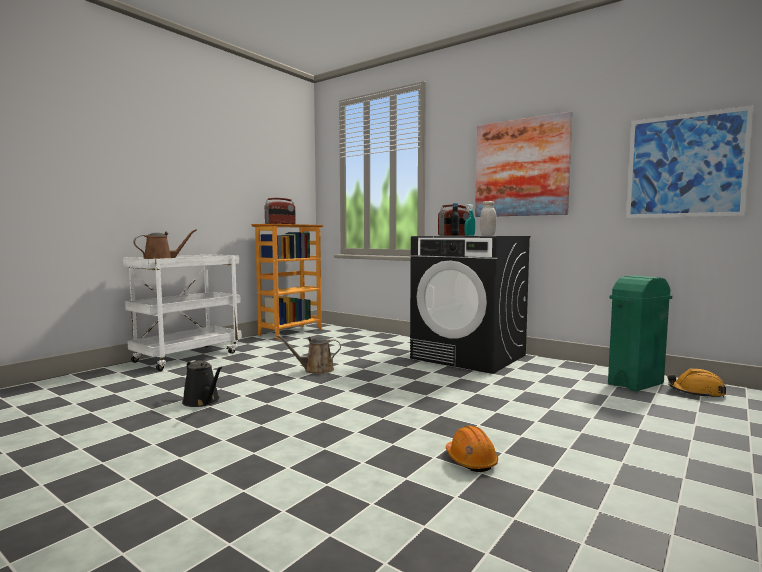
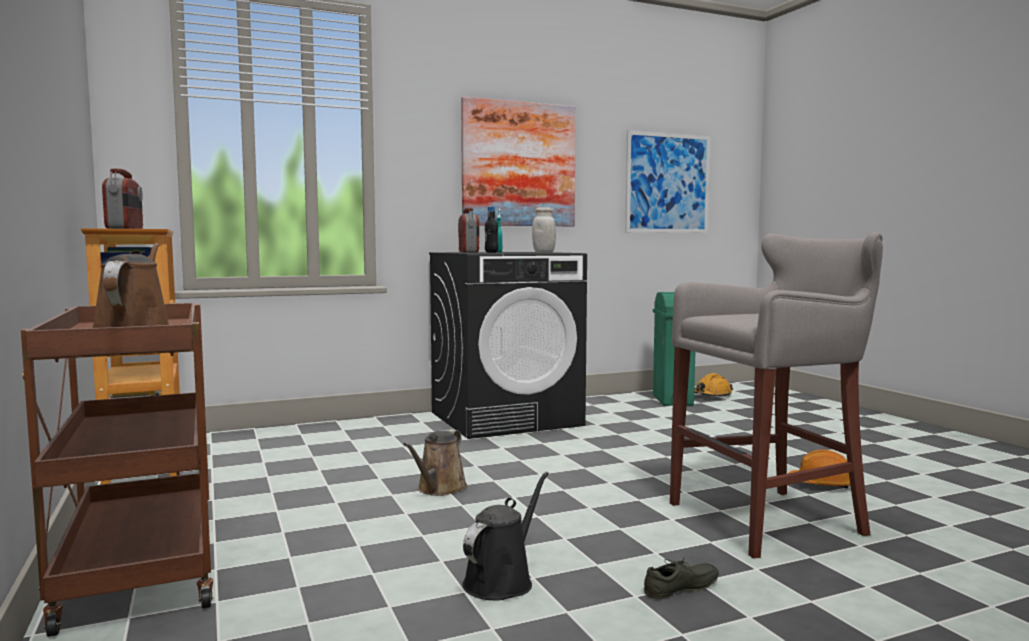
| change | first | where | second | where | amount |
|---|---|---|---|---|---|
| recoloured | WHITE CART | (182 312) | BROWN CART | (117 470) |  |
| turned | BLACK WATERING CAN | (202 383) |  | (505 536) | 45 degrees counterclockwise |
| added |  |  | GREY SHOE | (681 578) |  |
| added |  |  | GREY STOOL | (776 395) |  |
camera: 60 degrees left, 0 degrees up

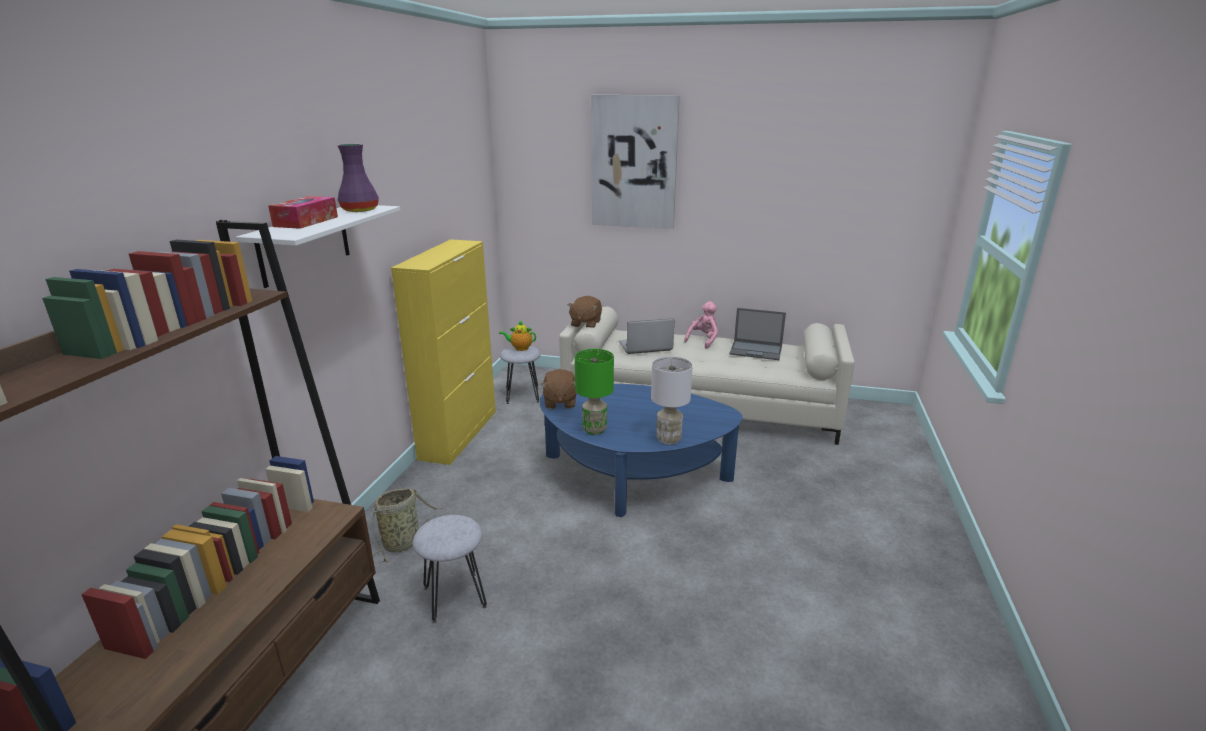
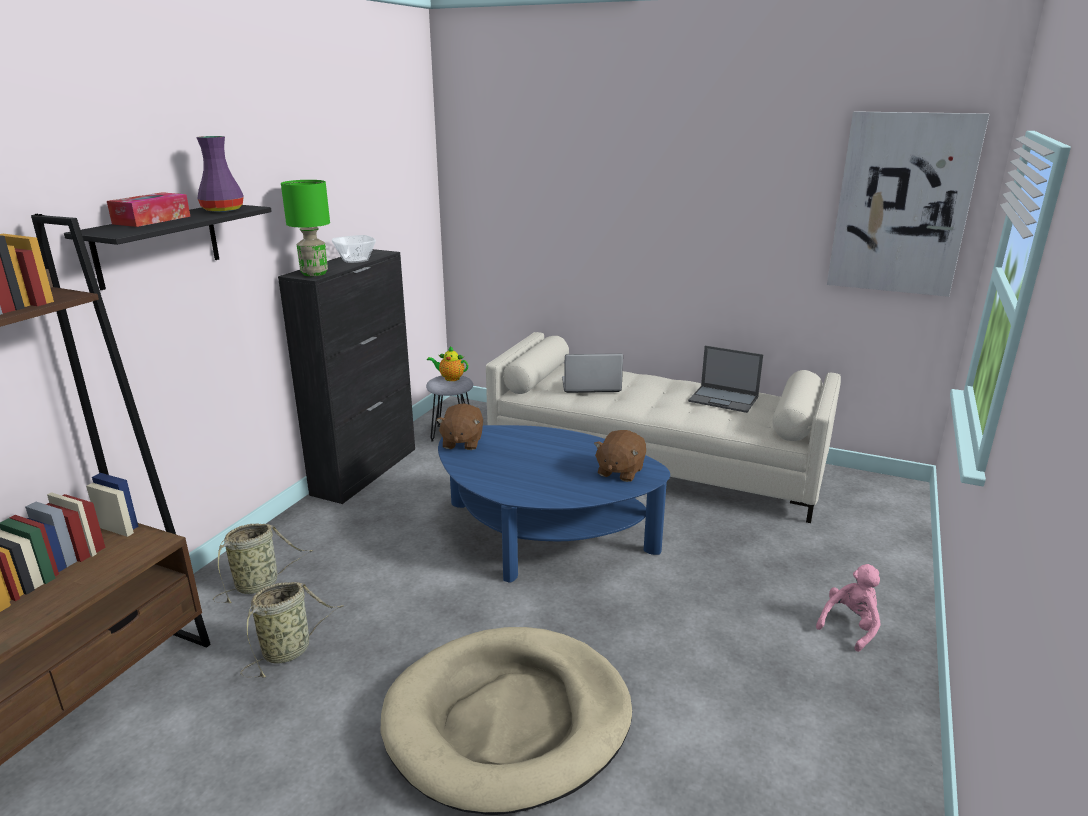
| change | first | where | second | where | amount |
|---|---|---|---|---|---|
| recoloured | WHITE SHELF | (318 246) | BLACK SHELF | (168 247) |  |
| replaced | GREY STOOL | (450 569) | BASKET | (291 630) |  |
| recoloured | YELLOW CABINET | (443 352) | BLACK CABINET | (346 376) |  |
| moved | GREEN TABLE LAMP | (594 392) |  | (305 228) |  |
| added |  |  | BOWL | (354 249) |  |
| added |  |  | BEIGE DOG BED | (506 721) |  |
| moved | BROWN PLUSH TOY | (584 312) |  | (620 456) |  |
| moved | PINK PLUSH TOY | (701 325) |  | (848 608) |  |
| moved | PICTURE | (635 162) |  | (908 204) |  |
| removed | WHITE TABLE LAMP | (672 400) |  |  |  |
camera: 10 degrees right, 0 degrees up

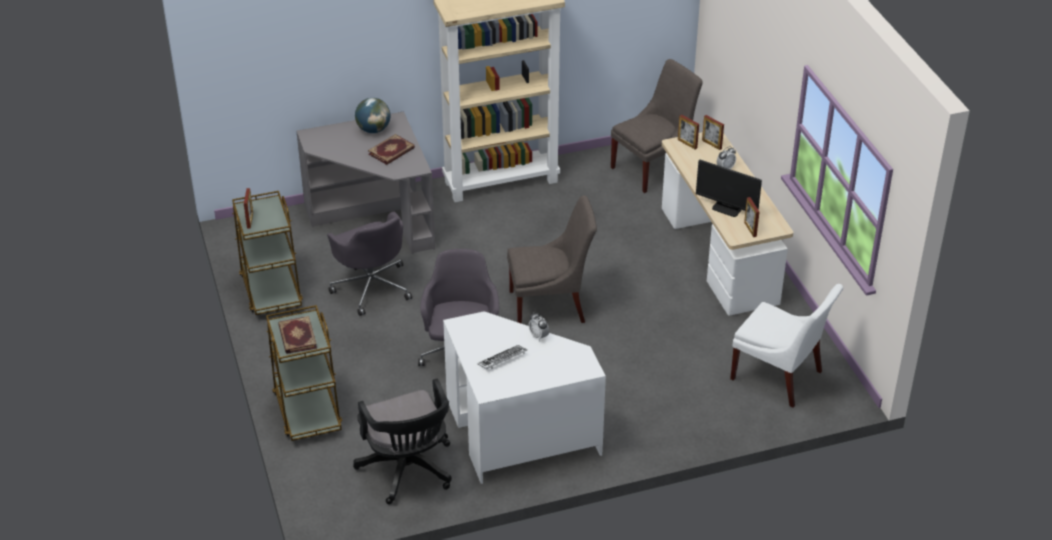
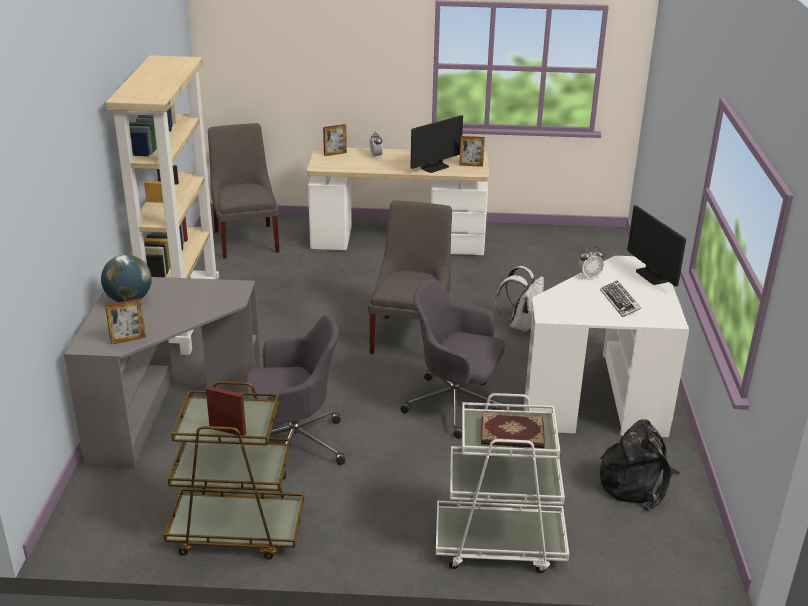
| change | first | where | second | where | amount |
|---|---|---|---|---|---|
| moved | PICTURE FRAME | (688 132) |  | (125 321) |  |
| recoloured | BROWN CART | (304 373) | WHITE CART | (502 483) |  |
| added |  |  | WHITE BACKPACK | (519 299) |  |
| replaced | BLACK OFFICE CHAIR | (402 441) | BLACK BACKPACK | (640 464) |  |
| added |  |  | MONITOR | (656 246) |  |
| removed | BOOK | (391 149) |  |  |  |
| removed | WHITE CHAIR | (786 346) |  |  |  |
camera: 70 degrees left, 10 degrees down

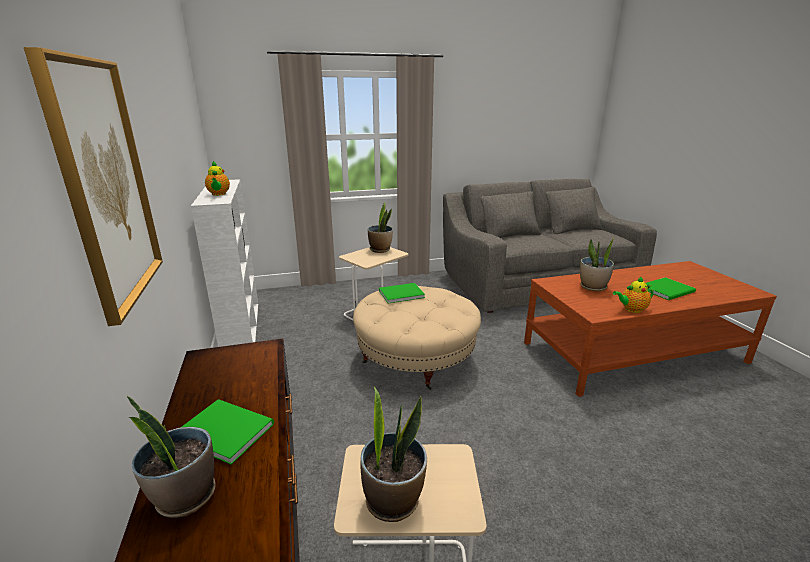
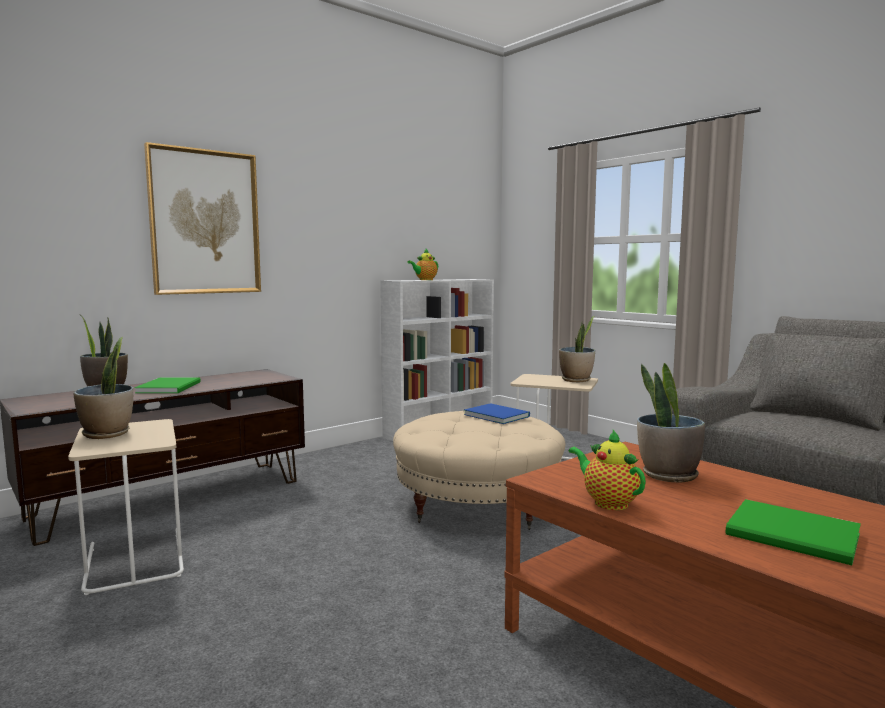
| change | first | where | second | where | amount |
|---|---|---|---|---|---|
| recoloured | GREEN BOOK | (402 293) | BLUE BOOK | (497 413) |  |
camera: 65 degrees right, 15 degrees down

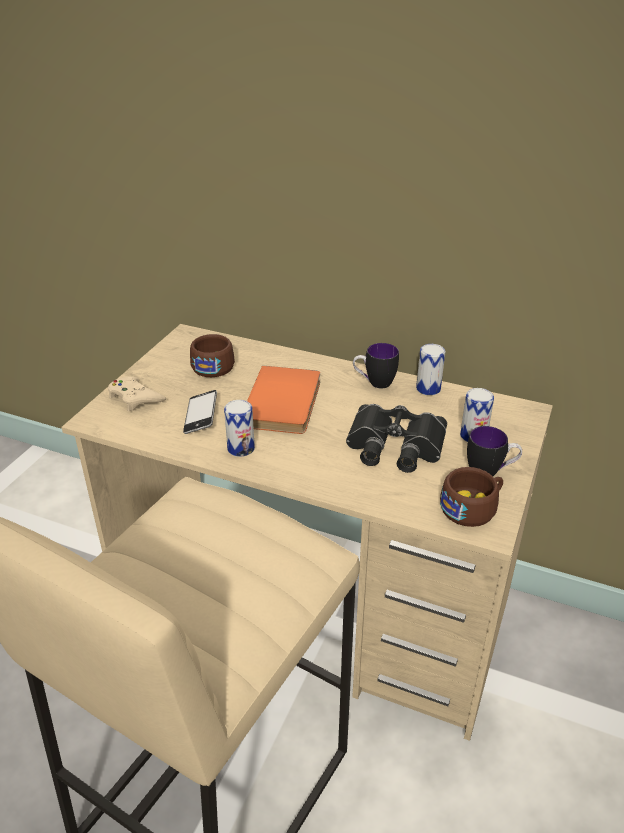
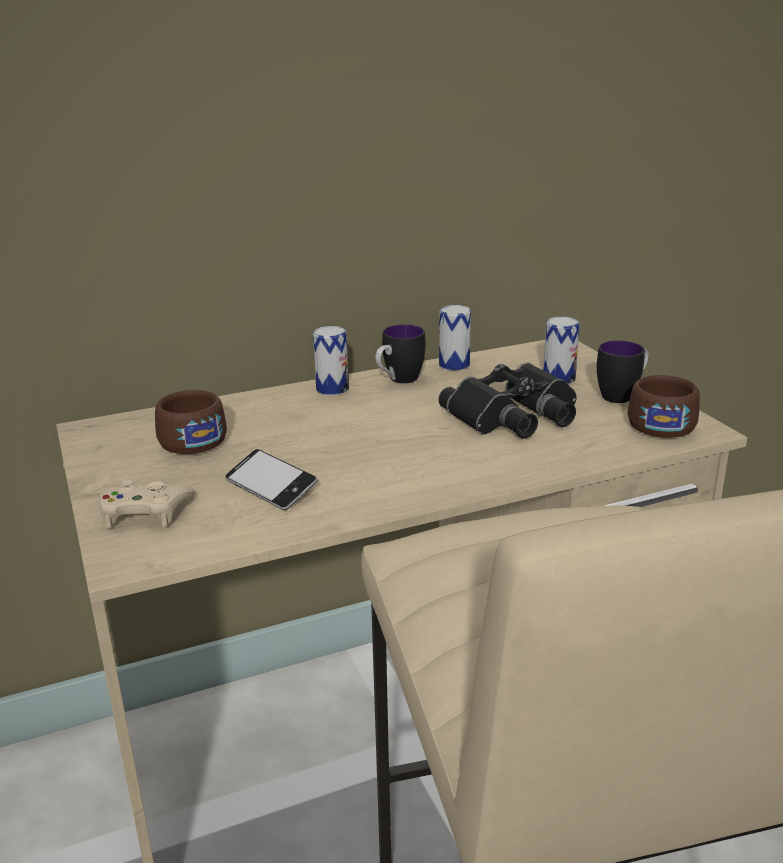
| change | first | where | second | where | amount |
|---|---|---|---|---|---|
| moved | CAN | (239 428) |  | (331 360) |  |
| removed | ORANGE BOOK | (283 400) |  |  |  |
camera: 45 degrees left, 10 degrees down

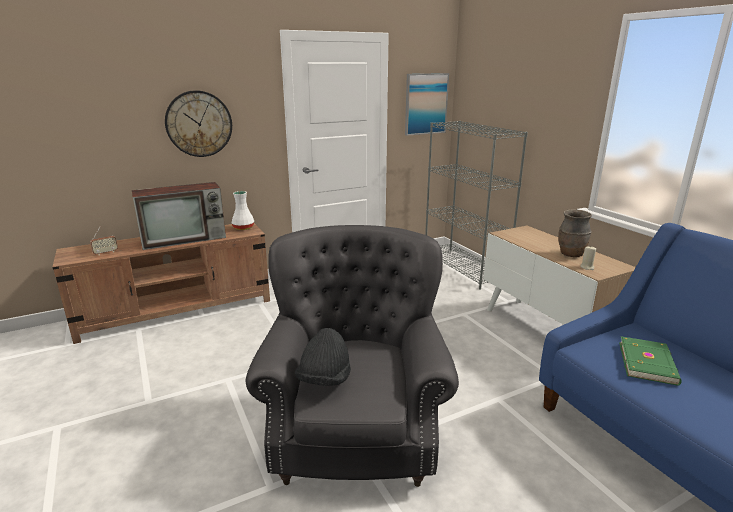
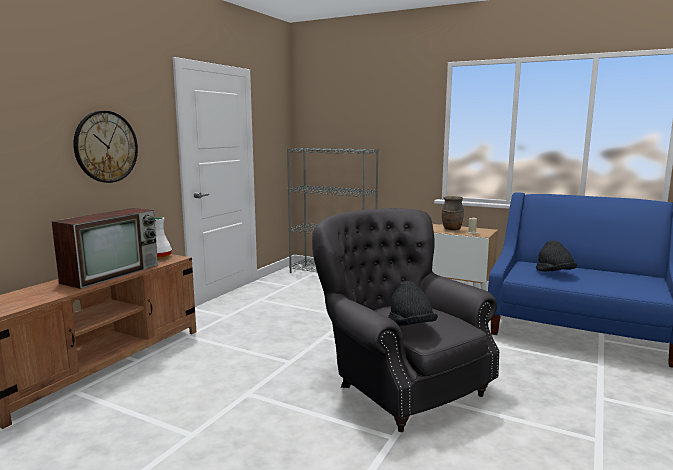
| change | first | where | second | where | amount |
|---|---|---|---|---|---|
| replaced | GREEN BOOK | (650 361) | BLACK HAT | (556 256) |  |
| removed | RADIO | (104 240) |  |  |  |
| removed | PICTURE | (427 104) |  |  |  |
camera: 35 degrees left, 10 degrees down

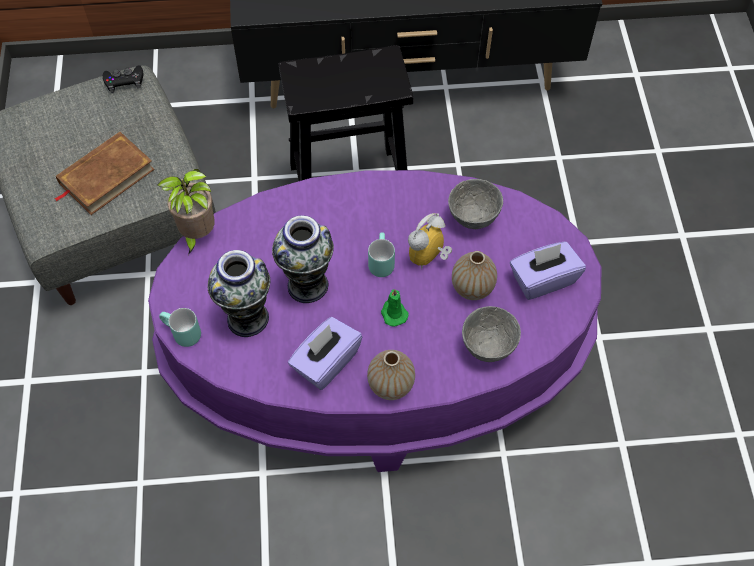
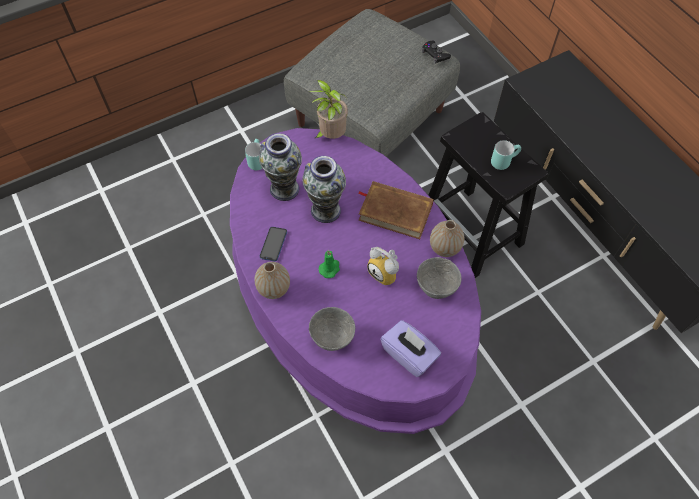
| change | first | where | second | where | amount |
|---|---|---|---|---|---|
| replaced | PURPLE TISSUE BOX | (325 353) | PHONE | (273 244) |  |
| moved | BROWN BOOK | (104 173) |  | (396 210) |  |
| turned | ALARM CLOCK | (430 241) |  | (383 266) | 150 degrees counterclockwise |
| moved | VASE | (474 275) |  | (447 238) |  |
| moved | TURQUOISE MUG | (381 254) |  | (506 155) |  |
camera: 65 degrees right, 0 degrees up

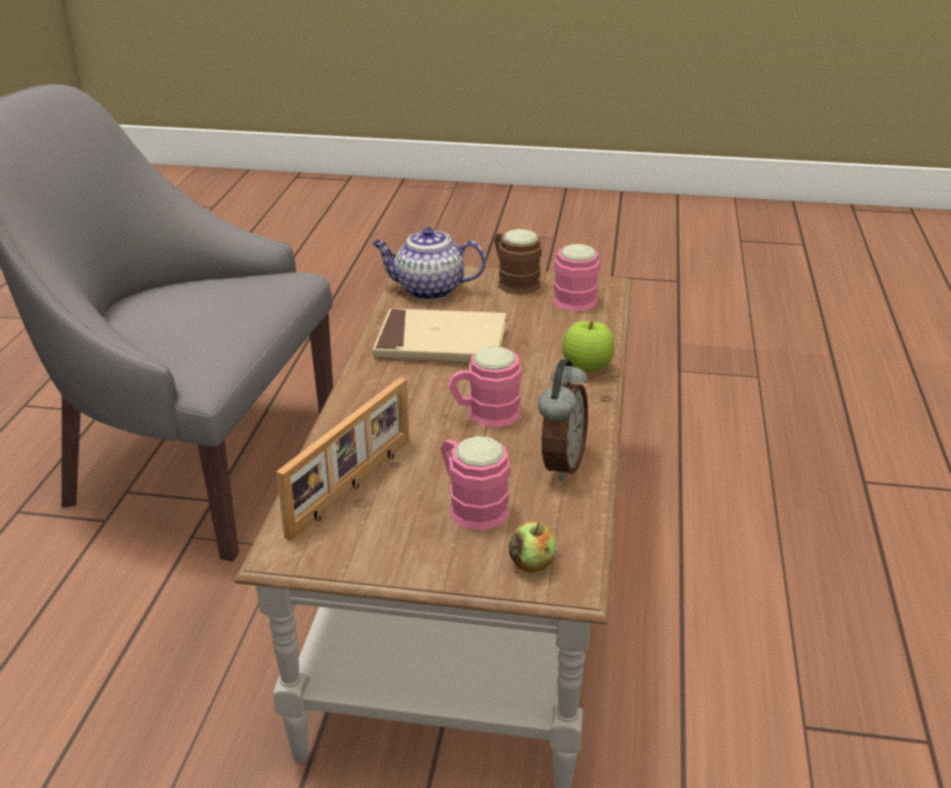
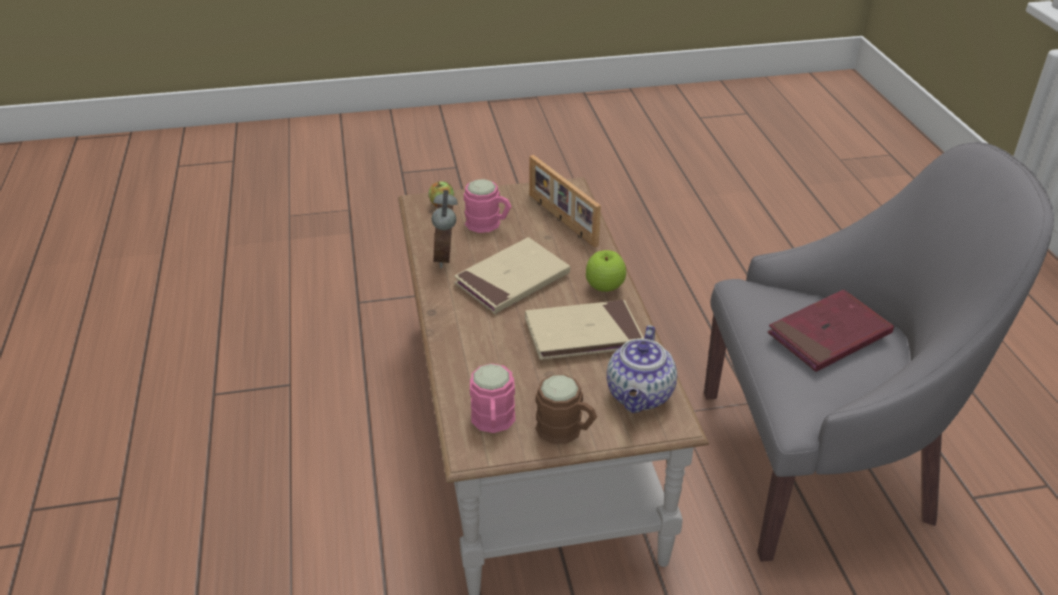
| change | first | where | second | where | amount |
|---|---|---|---|---|---|
| replaced | PINK MUG | (484 387) | BEIGE BOOK | (512 275) |  |
| turned | PICTURE FRAME | (342 459) |  | (565 201) | 45 degrees counterclockwise |
| moved | APPLE | (588 347) |  | (606 271) |  |
| turned | TEAPOT | (429 263) |  | (642 369) | 120 degrees clockwise |
| added |  |  | RED BOOK | (831 330) |  |
camera: 160 degrees right, 5 degrees up

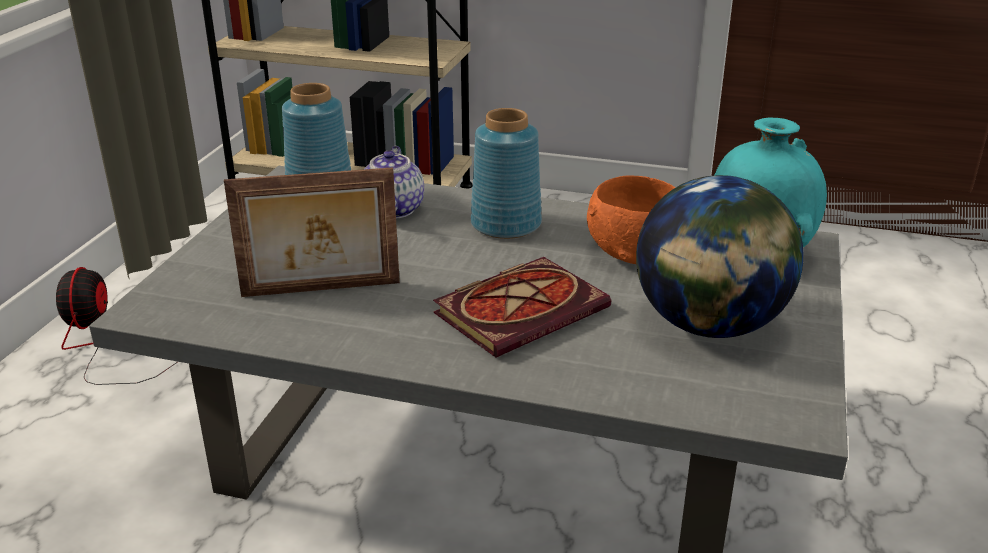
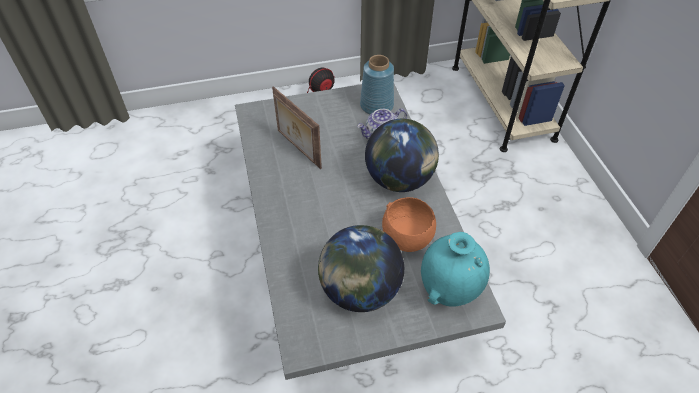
| change | first | where | second | where | amount |
|---|---|---|---|---|---|
| replaced | BLUE VASE | (506 173) | GLOBE | (402 155) |  |
| removed | BOOK | (522 307) |  |  |  |
camera: 60 degrees right, 20 degrees up

